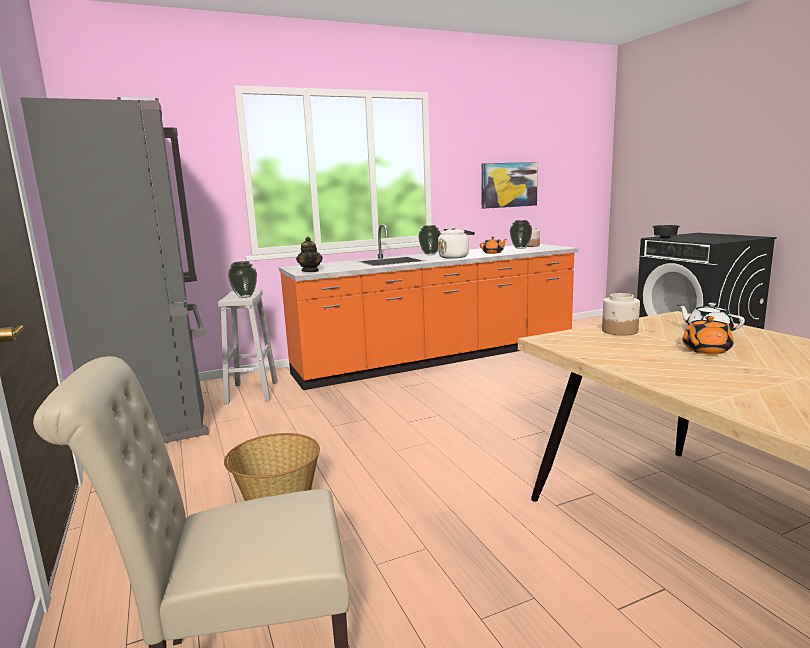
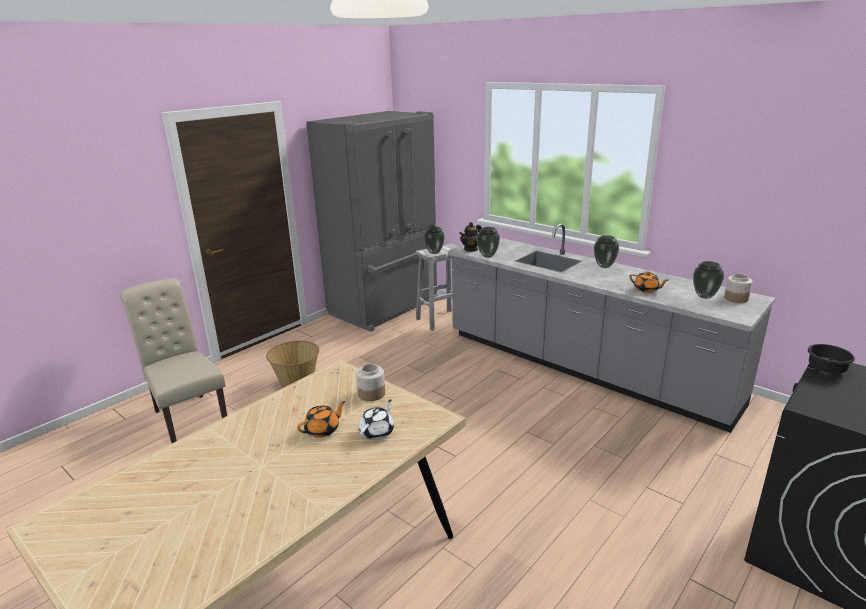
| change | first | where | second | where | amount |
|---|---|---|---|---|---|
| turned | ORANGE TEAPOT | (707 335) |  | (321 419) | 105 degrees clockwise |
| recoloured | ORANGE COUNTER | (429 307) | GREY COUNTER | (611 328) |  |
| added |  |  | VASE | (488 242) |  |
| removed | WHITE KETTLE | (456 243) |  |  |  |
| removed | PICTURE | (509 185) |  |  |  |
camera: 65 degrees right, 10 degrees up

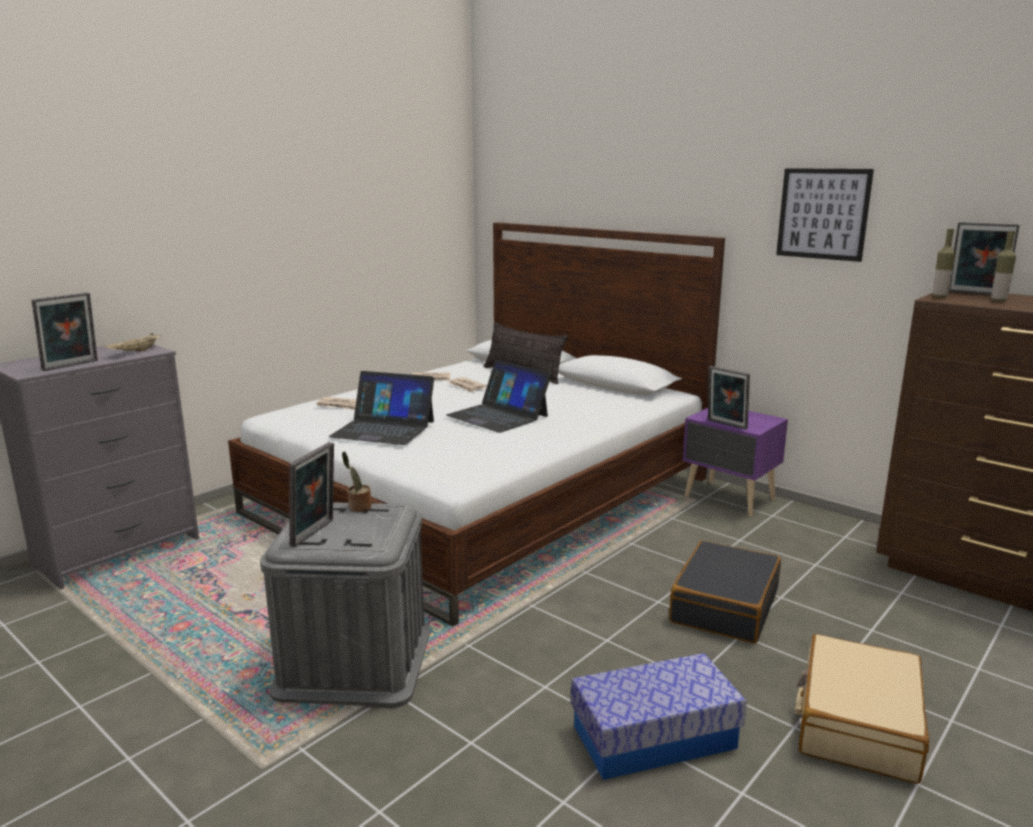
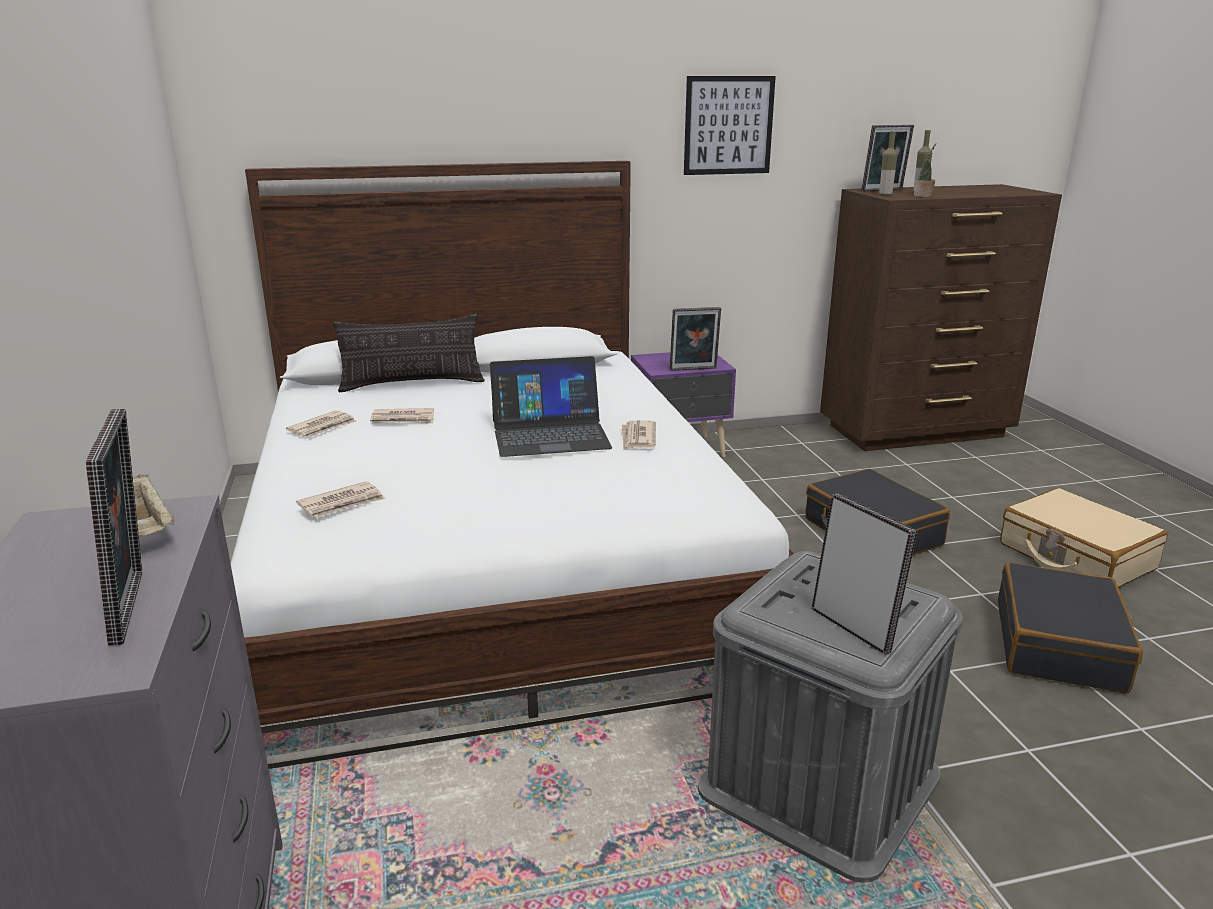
| change | first | where | second | where | amount |
|---|---|---|---|---|---|
| added |  |  | NEWSPAPER | (639 435) |  |
| moved | POTTED PLANT | (356 481) |  | (925 170) |  |
| replaced | STORAGE BOX | (659 716) | BLACK SUITCASE | (1070 628) |  |
| removed | LAPTOP | (381 408) |  |  |  |
camera: 55 degrees left, 5 degrees up

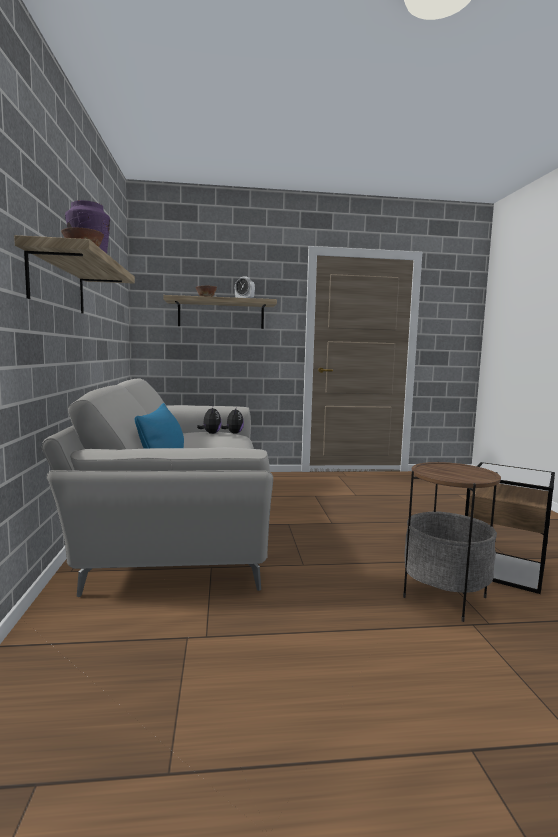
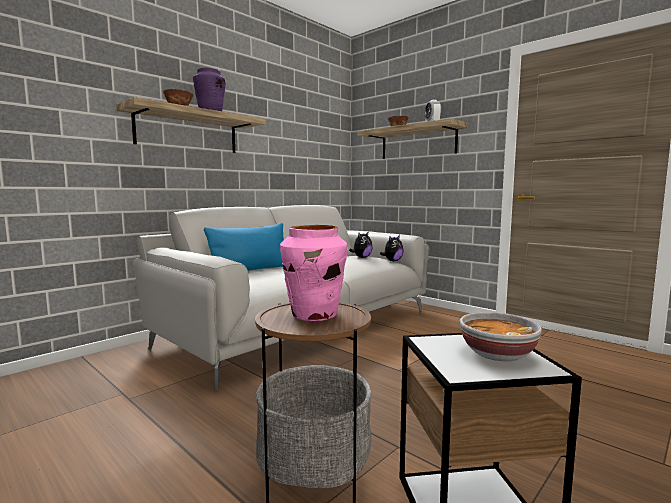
| change | first | where | second | where | amount |
|---|---|---|---|---|---|
| added |  |  | PINK VASE | (314 273) |  |
| added |  |  | BOWL | (501 336) |  |
camera: 50 degrees right, 0 degrees up

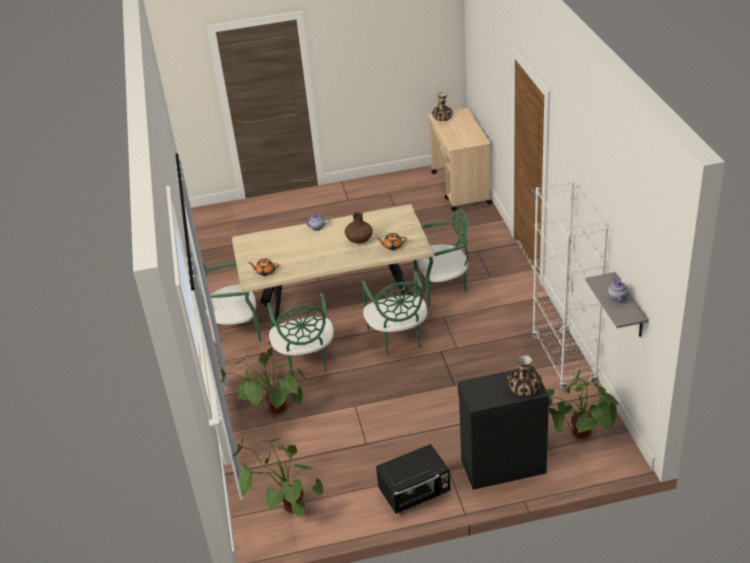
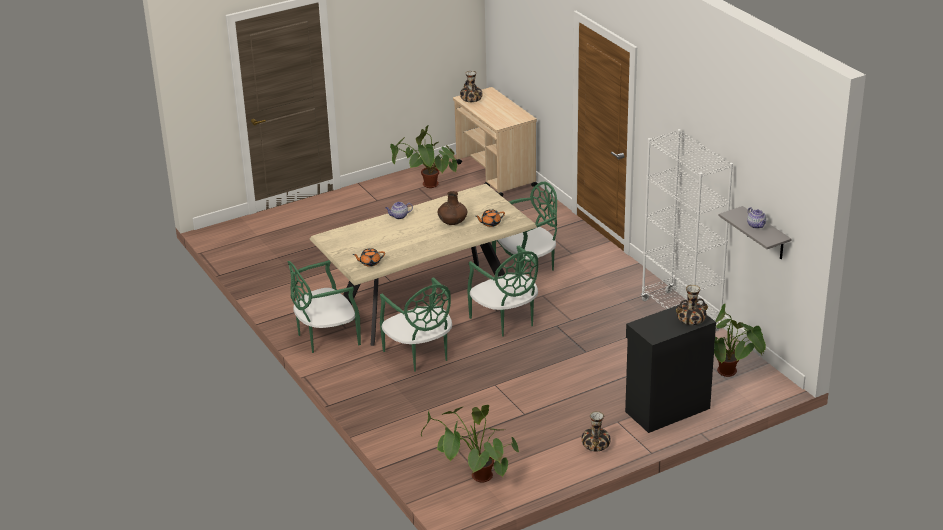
| change | first | where | second | where | amount |
|---|---|---|---|---|---|
| moved | POTTED PLANT | (264 380) |  | (423 156) |  |
| replaced | BLACK MICROWAVE | (413 479) | VASE | (596 431) |  |
camera: 20 degrees left, 5 degrees down

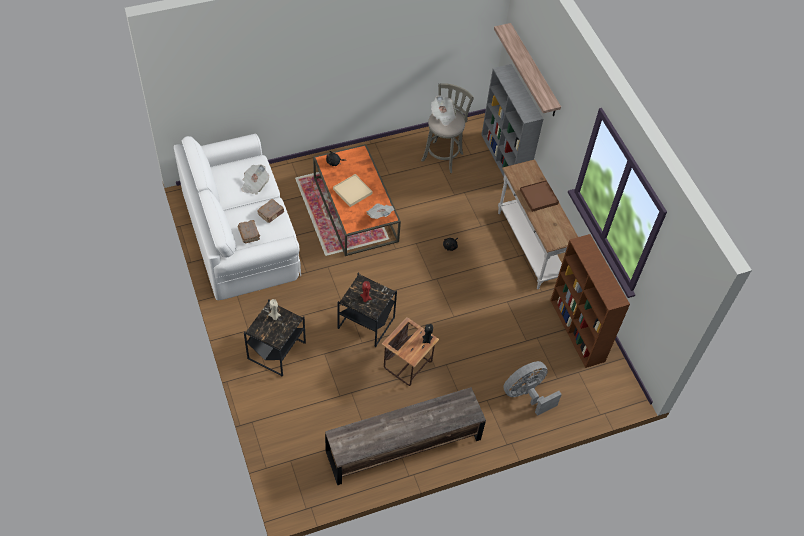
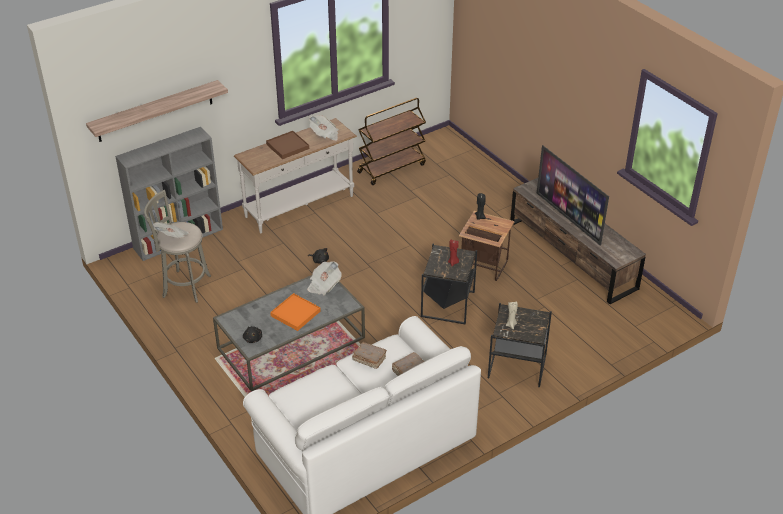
| change | first | where | second | where | amount |
|---|---|---|---|---|---|
| recoloured | ORANGE COFFEE TABLE | (357 200) | GREY COFFEE TABLE | (289 333) |  |
| recoloured | BEIGE TRAY | (353 190) | ORANGE TRAY | (295 312) |  |
| moved | NEWSPAPER | (255 180) |  | (324 128) |  |
| replaced | BROWN BOOKCASE | (590 301) | BROWN CART | (391 141) |  |
| added |  |  | TELEVISION | (573 195) |  |
| removed | GREY FAN | (532 388) |  |  |  |
camera: 100 degrees left, 15 degrees down

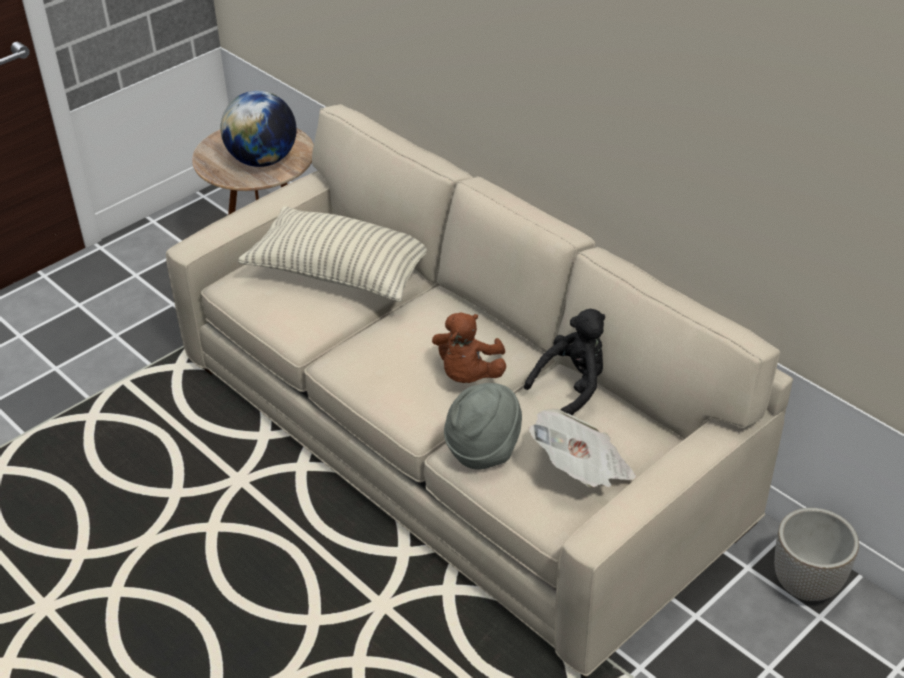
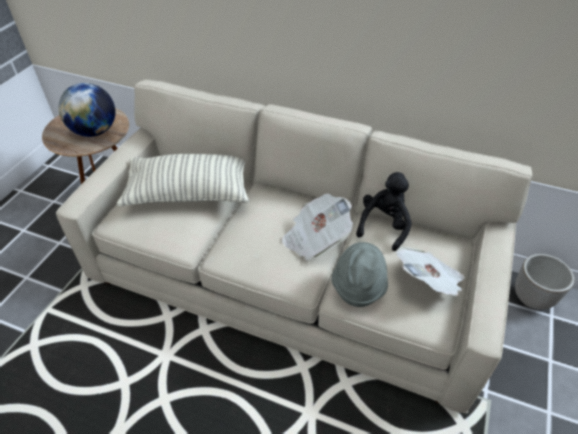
| change | first | where | second | where | amount |
|---|---|---|---|---|---|
| replaced | BROWN PLUSH TOY | (469 347) | NEWSPAPER | (317 227) |  |
camera: 25 degrees left, 5 degrees up

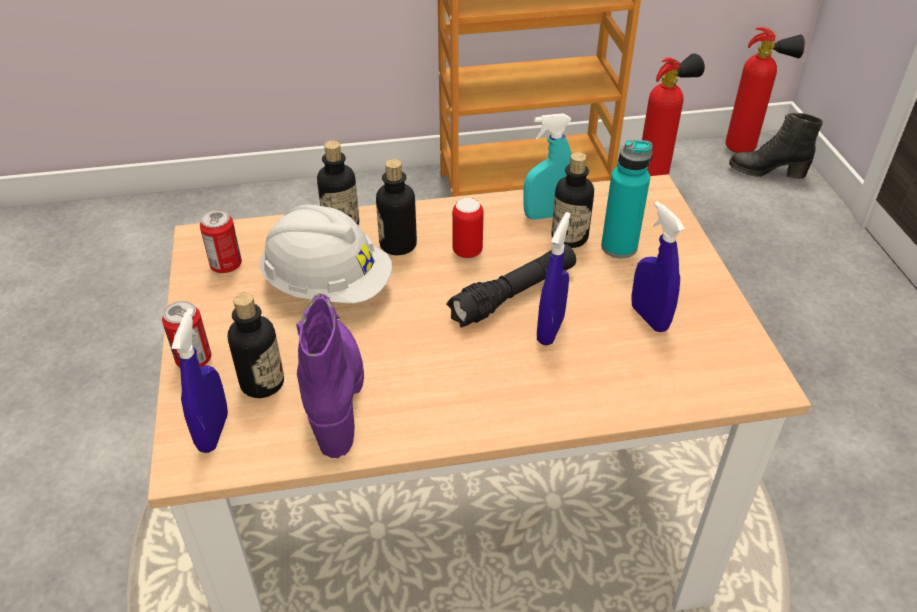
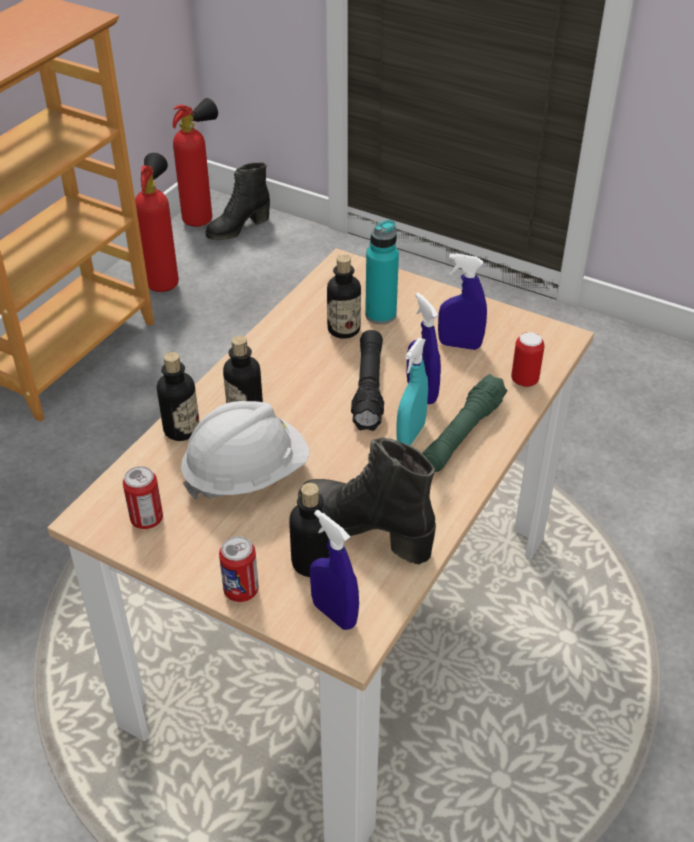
| change | first | where | second | where | amount |
|---|---|---|---|---|---|
| recoloured | PURPLE BOOT | (330 375) | BLACK BOOT | (367 501) |  |
| moved | TURQUOISE SPRAY BOTTLE | (547 166) |  | (412 391) |  |
| added |  |  | GREEN FLASHLIGHT | (464 423) |  |
| moved | CAN | (468 228) |  | (527 359) |  |
camera: 50 degrees left, 0 degrees up

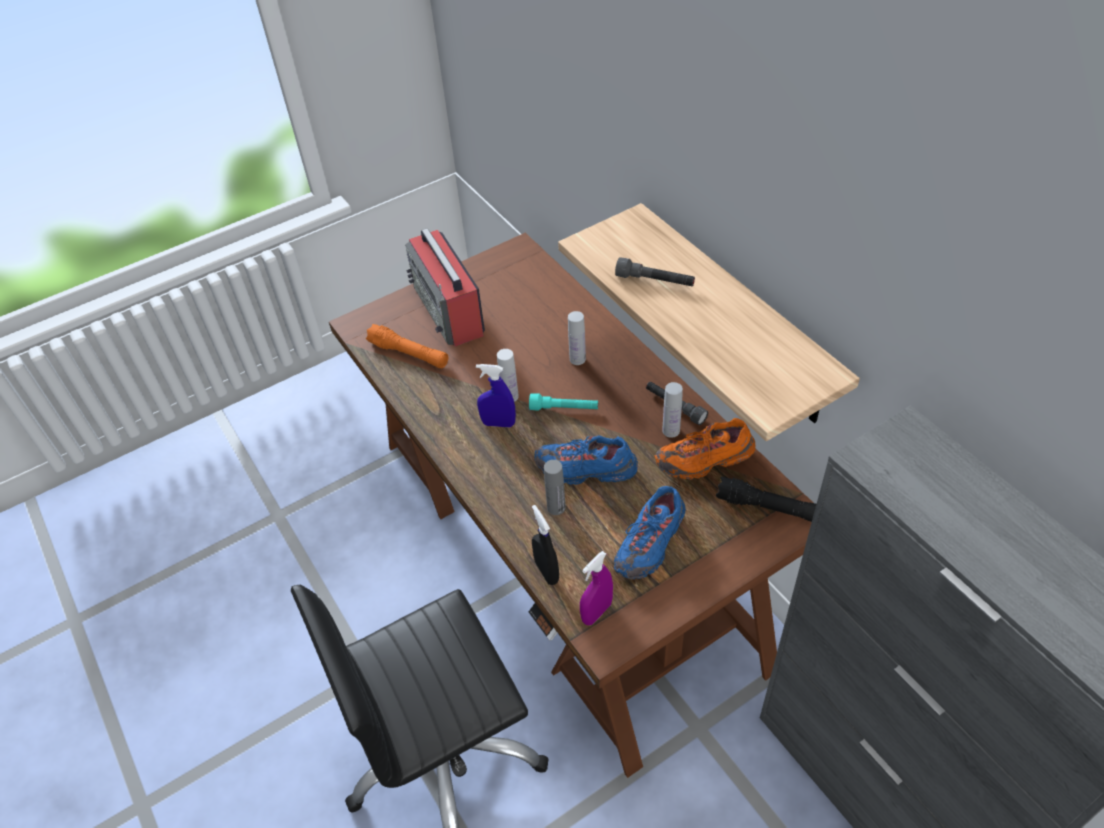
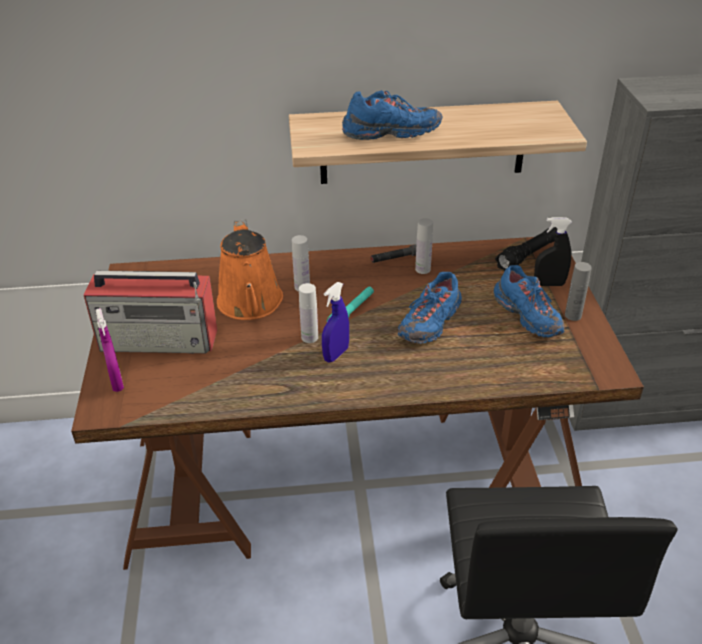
| change | first | where | second | where | amount |
|---|---|---|---|---|---|
| moved | PURPLE SPRAY BOTTLE | (596 588) |  | (110 350) |  |
| added |  |  | ORANGE WATERING CAN | (250 269) |  |
| replaced | GREY FLASHLIGHT | (655 271) | BLUE SHOE | (392 115) |  |
| moved | BLACK SPRAY BOTTLE | (545 545) |  | (553 251) |  |
| moved | GREY BOTTLE | (555 487) |  | (578 291) |  |
| removed | ORANGE FLASHLIGHT | (407 346) |  |  |  |
| removed | ORANGE SHOE | (704 449) |  |  |  |
camera: 65 degrees left, 10 degrees down

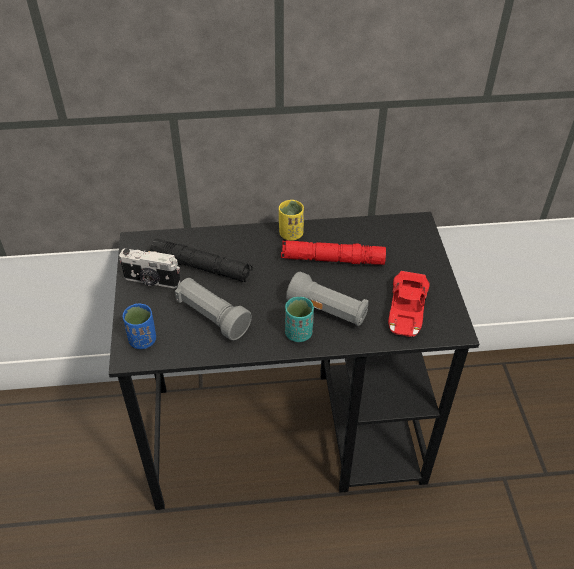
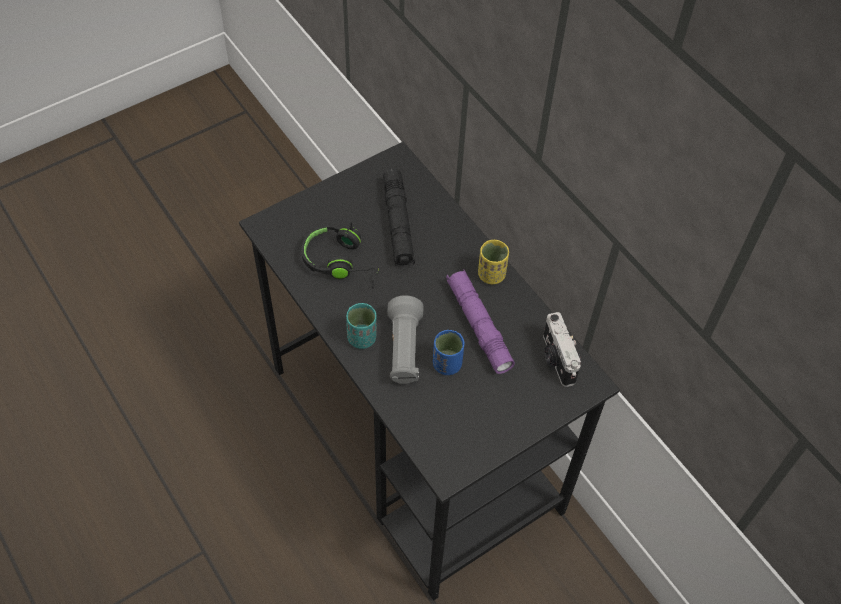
| change | first | where | second | where | amount |
|---|---|---|---|---|---|
| replaced | GREY FLASHLIGHT | (213 309) | BLACK HEADPHONES | (340 255) |  |
| moved | BLUE CUP | (139 326) |  | (448 352) |  |
| recoloured | RED FLASHLIGHT | (333 252) | PURPLE FLASHLIGHT | (480 321) |  |
| moved | PHOTO CAMERA | (150 268) |  | (562 349) |  |
| removed | RED TOY CAR | (408 304) |  |  |  |
camera: 60 degrees right, 10 degrees up

